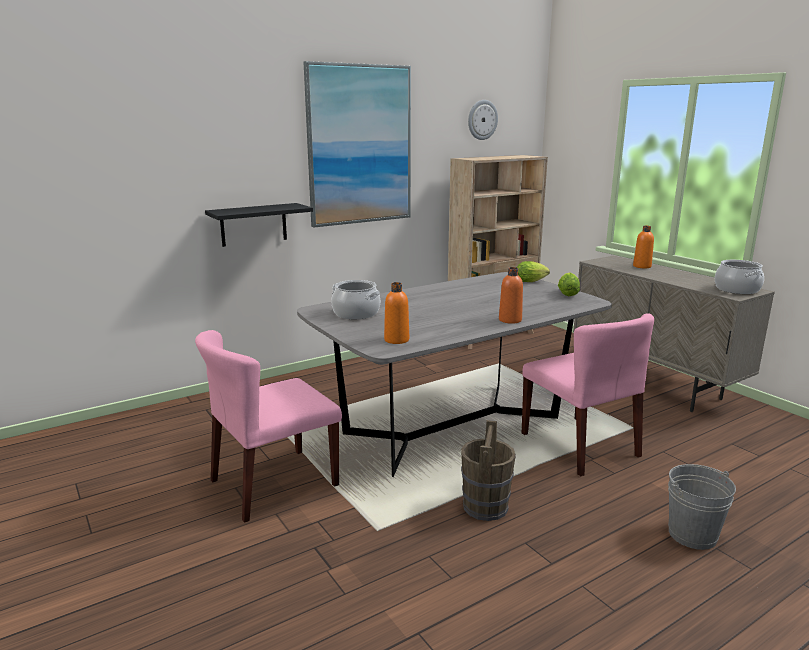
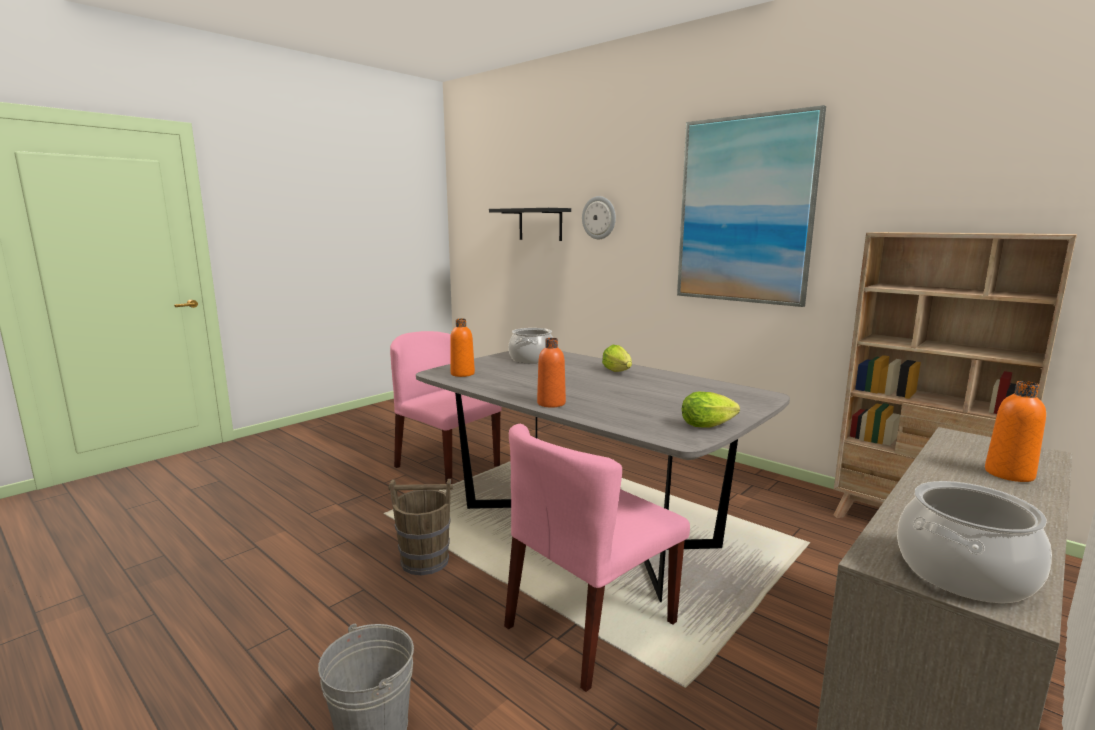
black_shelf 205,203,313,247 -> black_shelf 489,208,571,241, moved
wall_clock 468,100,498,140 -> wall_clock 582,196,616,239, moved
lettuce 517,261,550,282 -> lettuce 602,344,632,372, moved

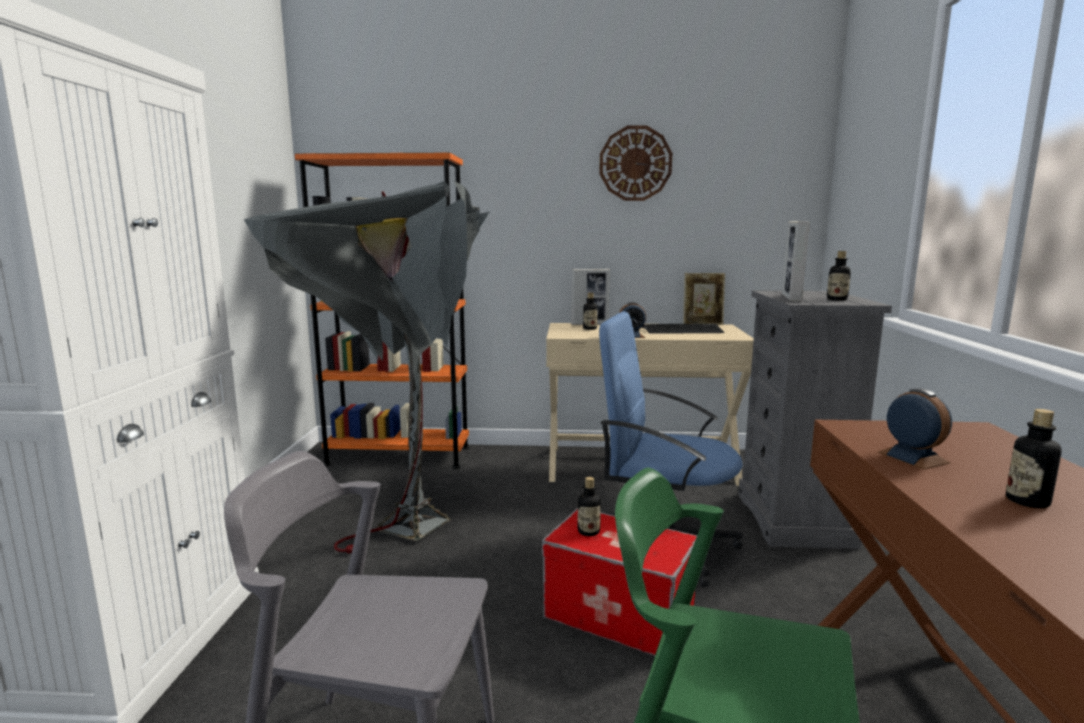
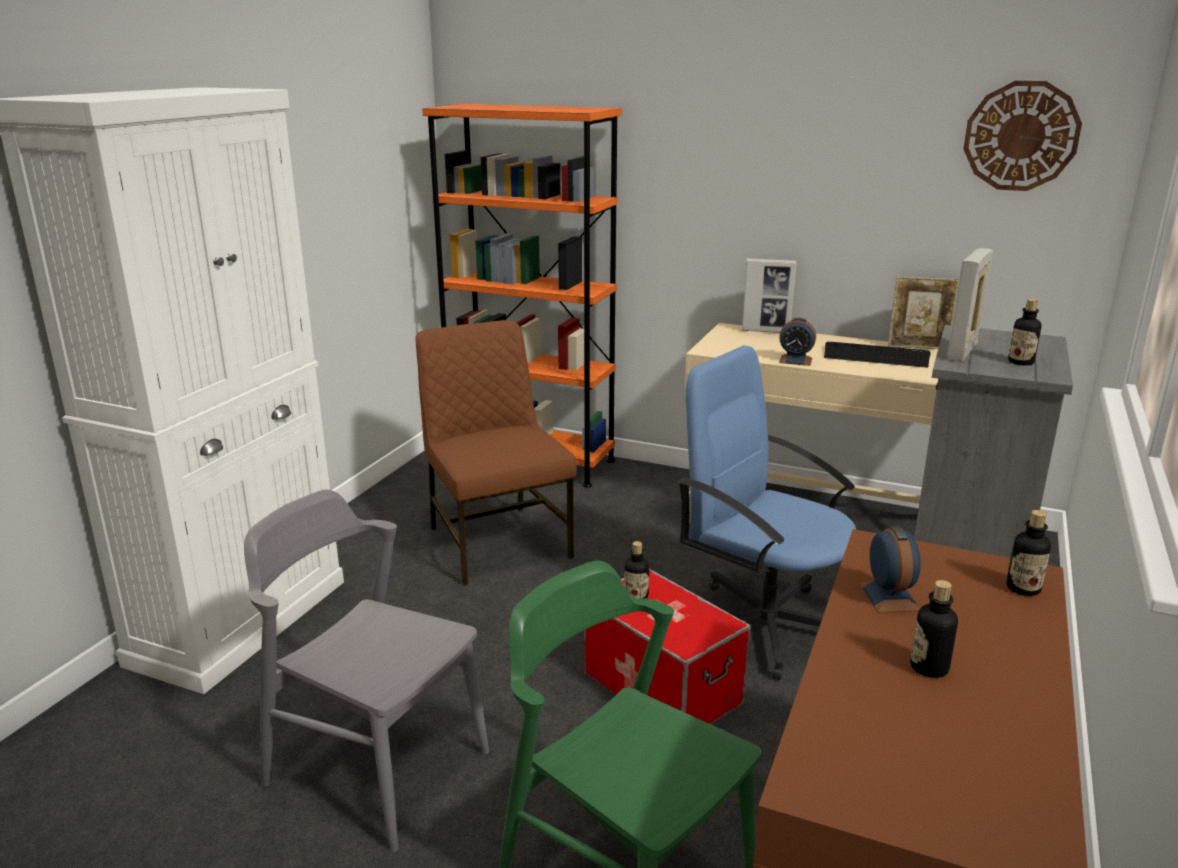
grey_floor_lamp 244,181,489,553 -> brown_chair 415,320,577,585
wall_clock 599,125,672,201 -> wall_clock 963,81,1082,191, moved
bottle 583,293,597,330 -> bottle 1006,510,1051,596, moved

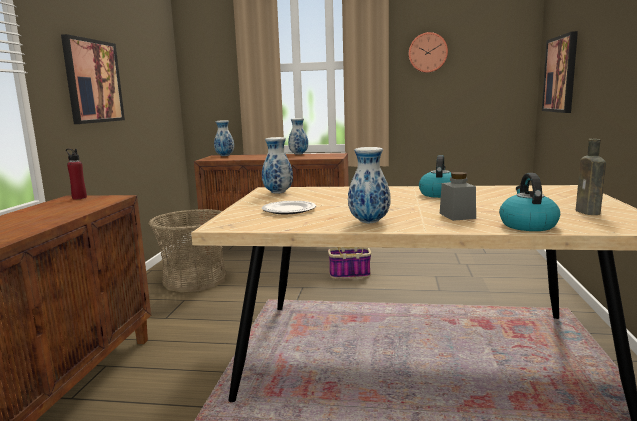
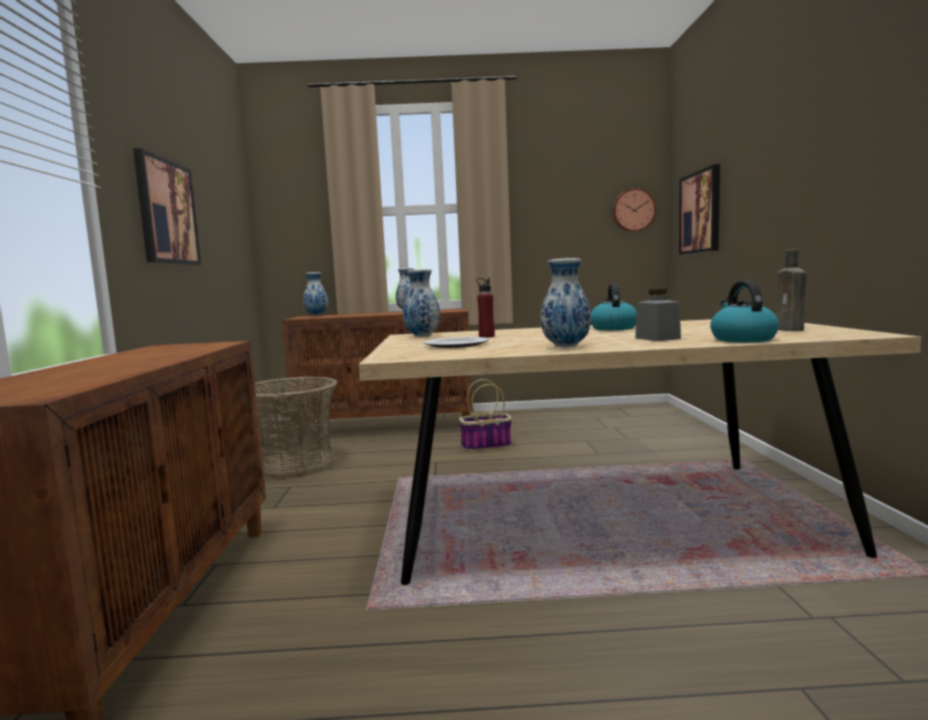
red_bottle 66,149,87,199 -> red_bottle 476,278,495,338, moved
wall_clock 409,32,448,73 -> wall_clock 612,188,656,232, moved

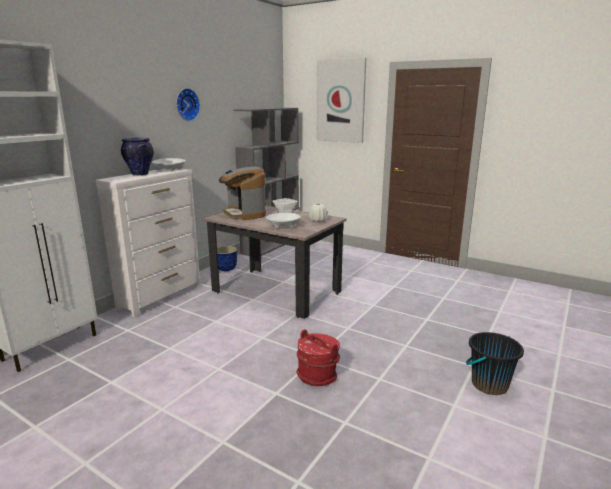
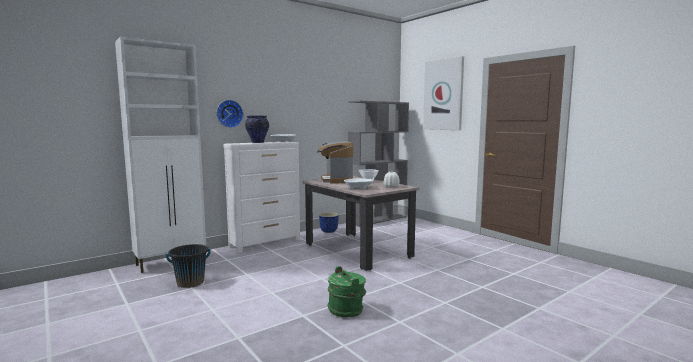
black_bucket 466,332,524,395 -> black_bucket 166,244,211,288, moved
wall_clock 176,88,200,121 -> wall_clock 217,100,243,128, moved
red_bucket 296,329,340,386 -> green_bucket 327,266,366,317

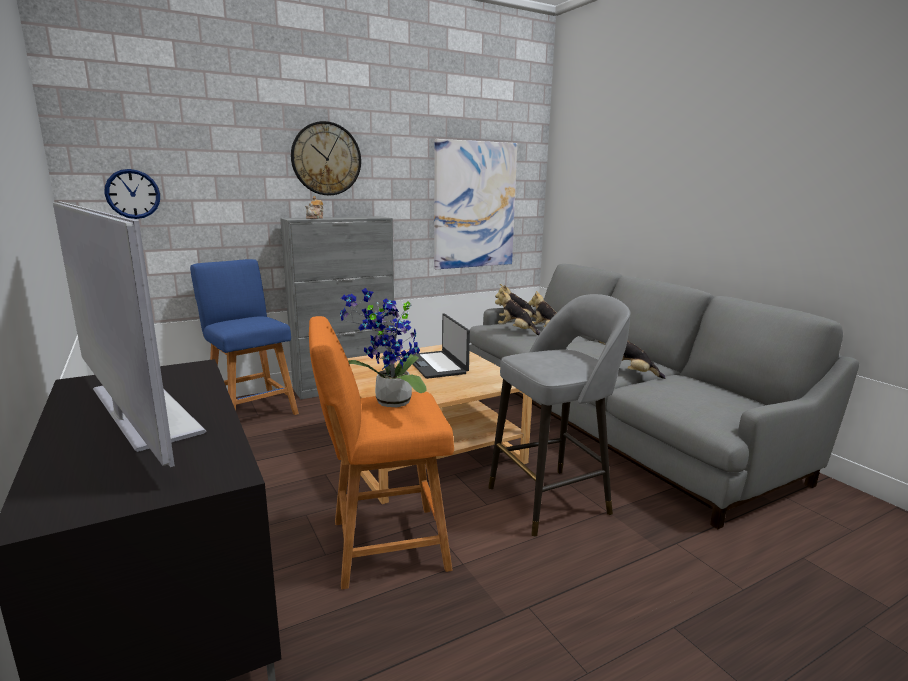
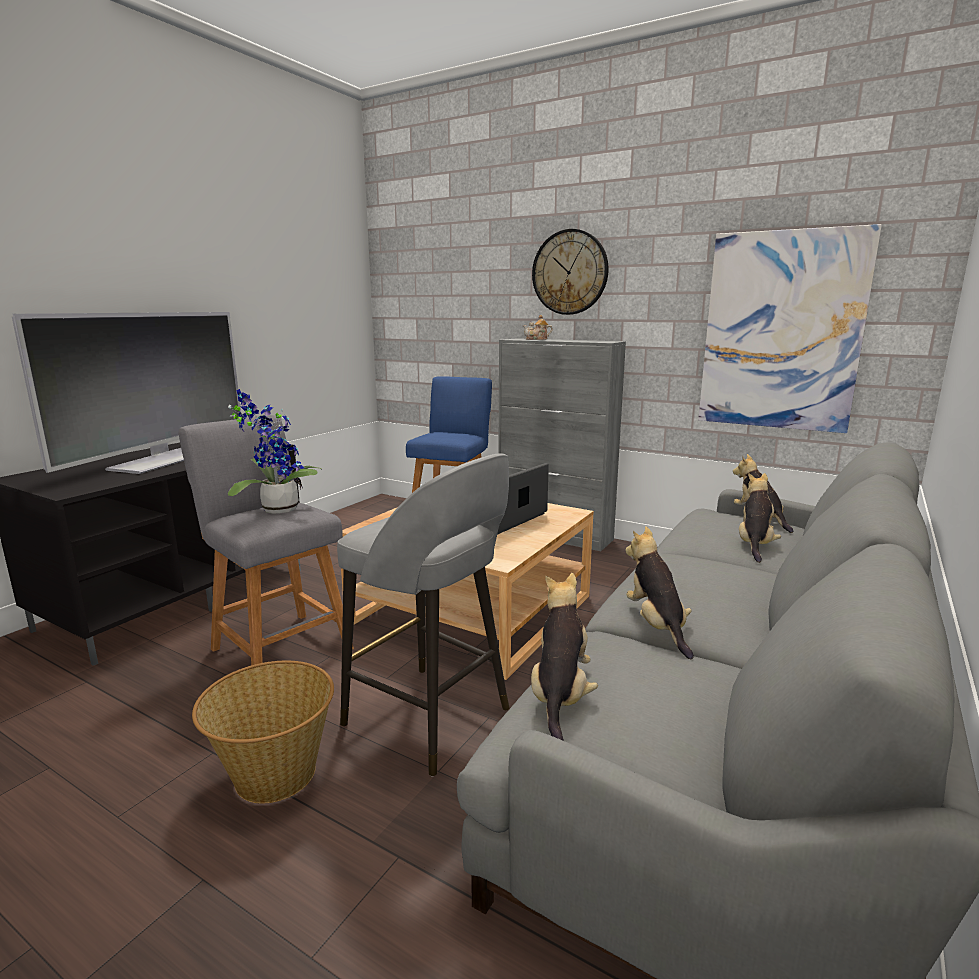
orange_stool 309,316,454,590 -> grey_stool 179,415,354,665
none -> basket 192,661,334,803
plush_toy 495,290,541,335 -> plush_toy 531,573,598,740, moved
wall_clock 105,169,160,219 -> none

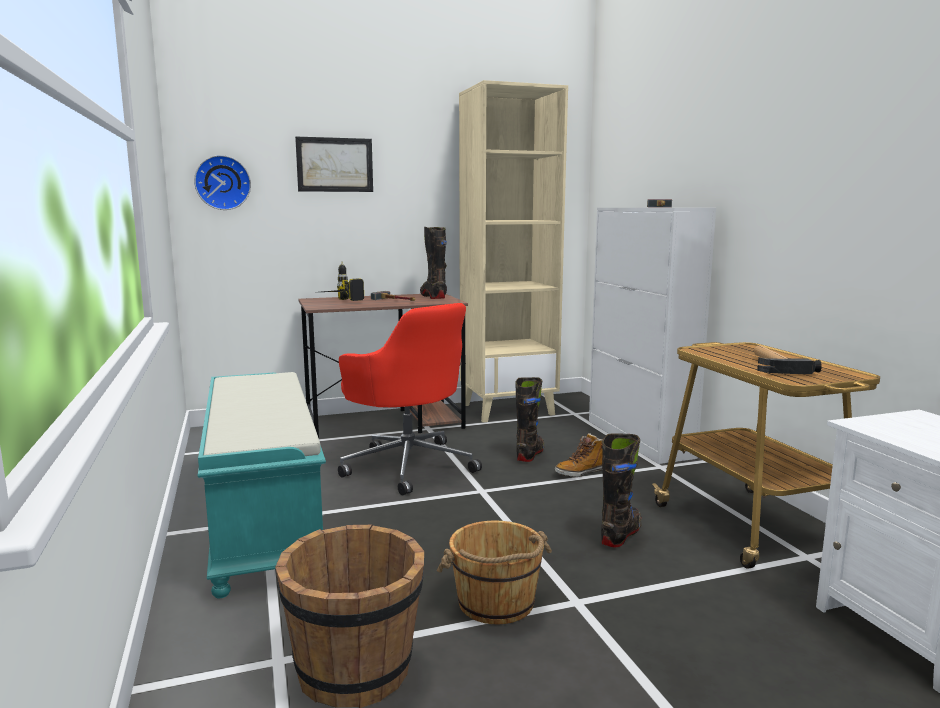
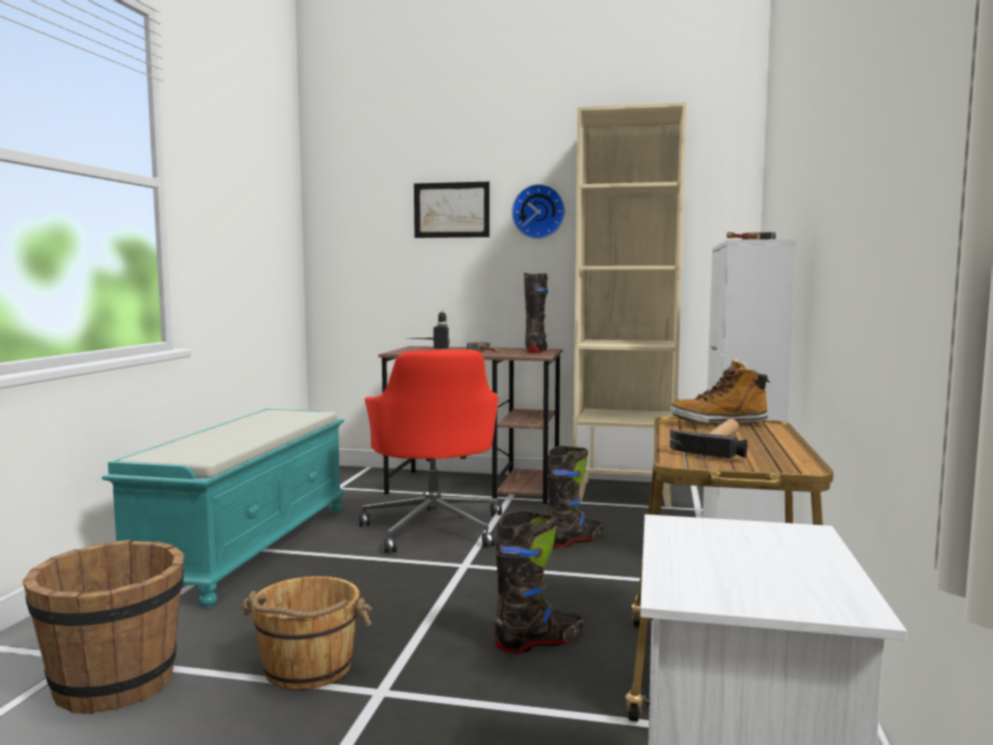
wall_clock 194,155,251,210 -> wall_clock 512,184,565,239, moved
boot 555,433,603,477 -> boot 670,358,771,424, moved

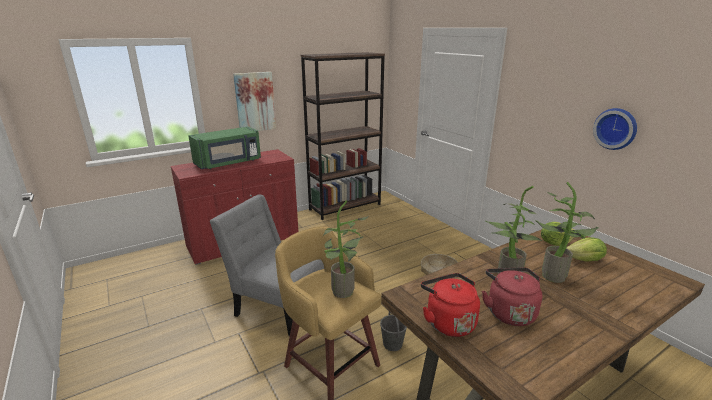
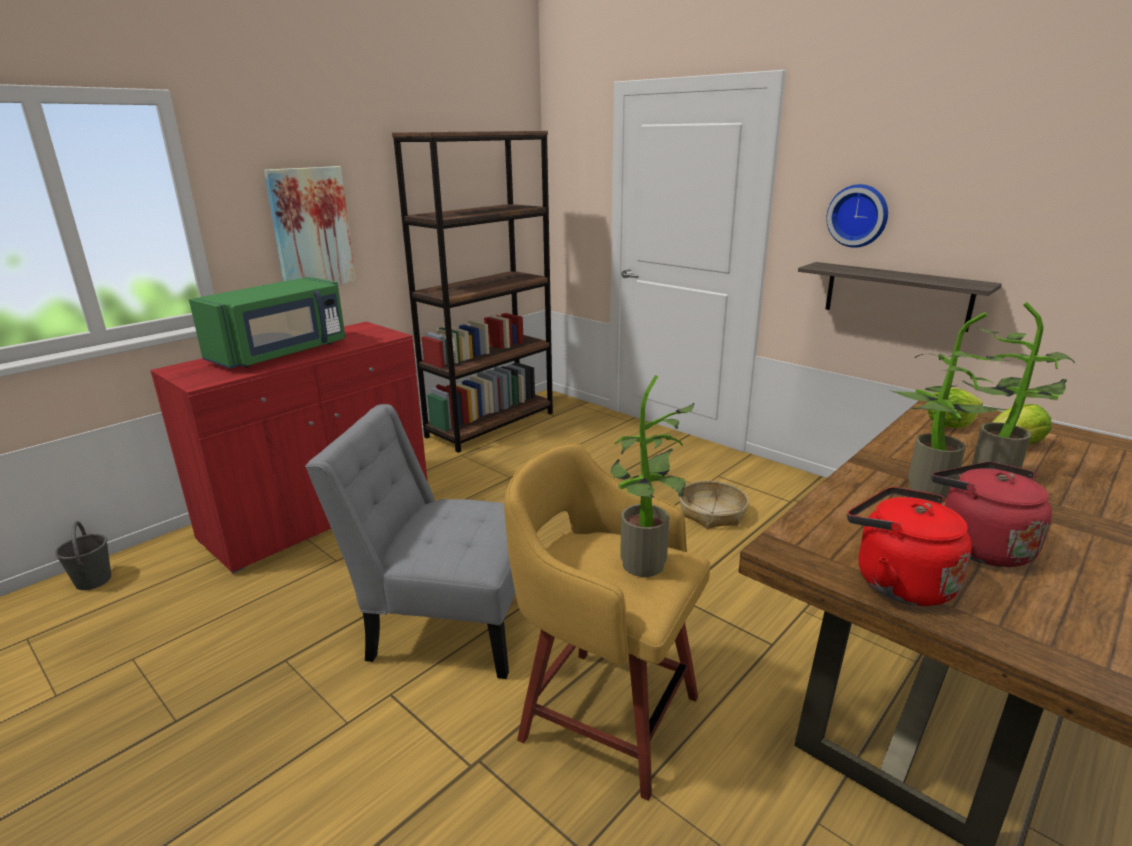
grey_bucket 380,311,407,351 -> grey_bucket 55,521,111,590, moved
none -> shelf 798,262,1002,332
wall_clock 593,108,637,150 -> wall_clock 827,184,888,248, moved

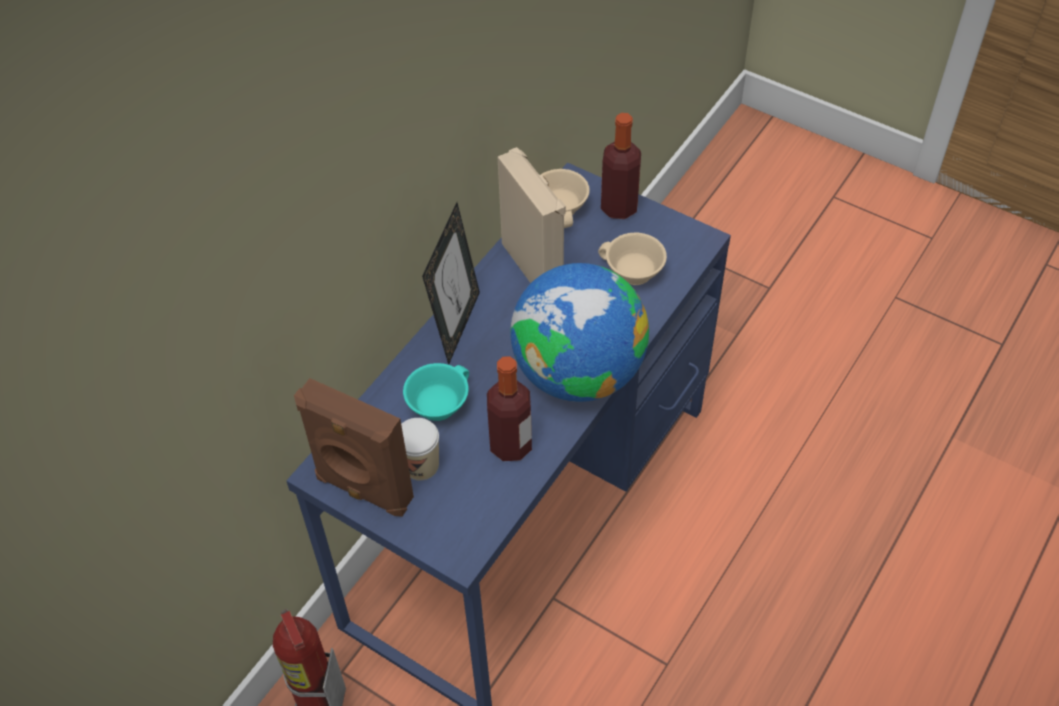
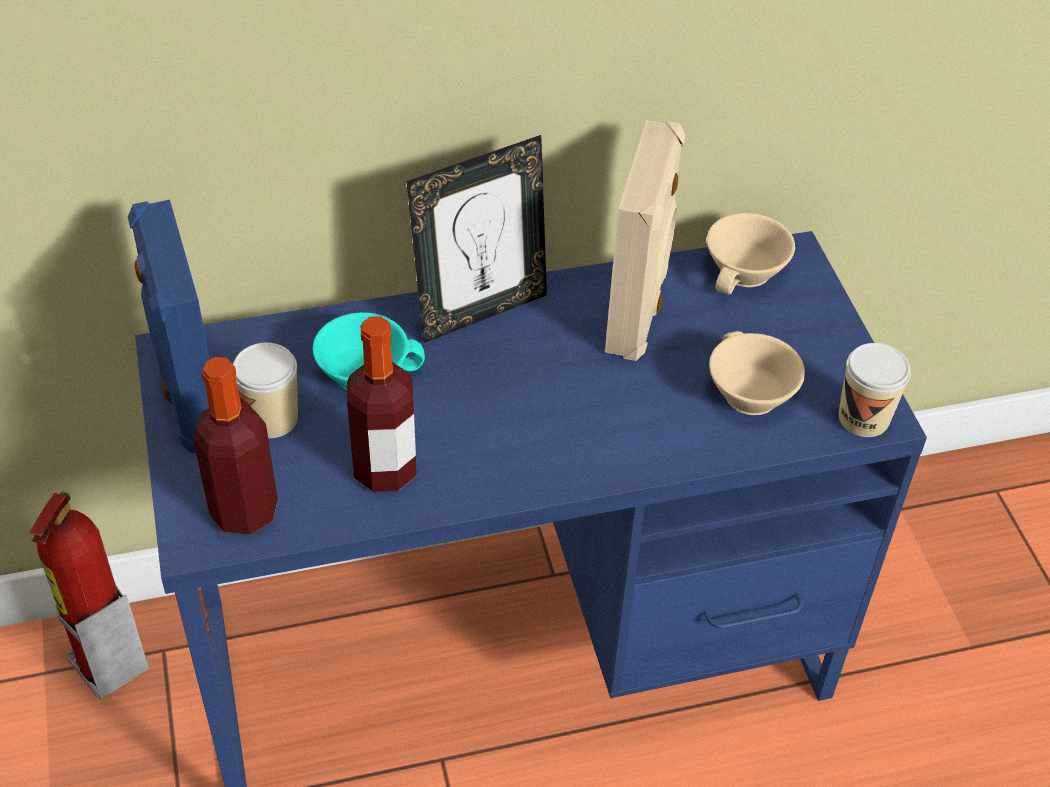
brown_speaker 294,378,414,517 -> blue_speaker 128,200,210,454
bottle 601,113,641,219 -> bottle 193,357,278,535, moved
none -> cup 839,343,911,437
globe 510,263,649,402 -> none

